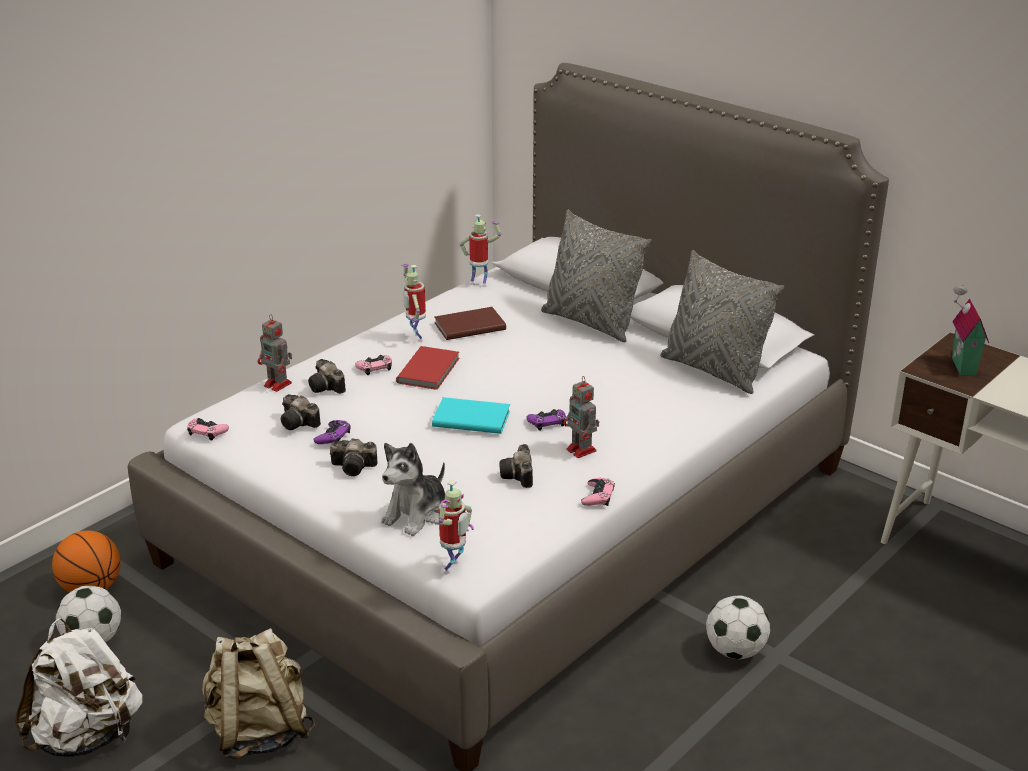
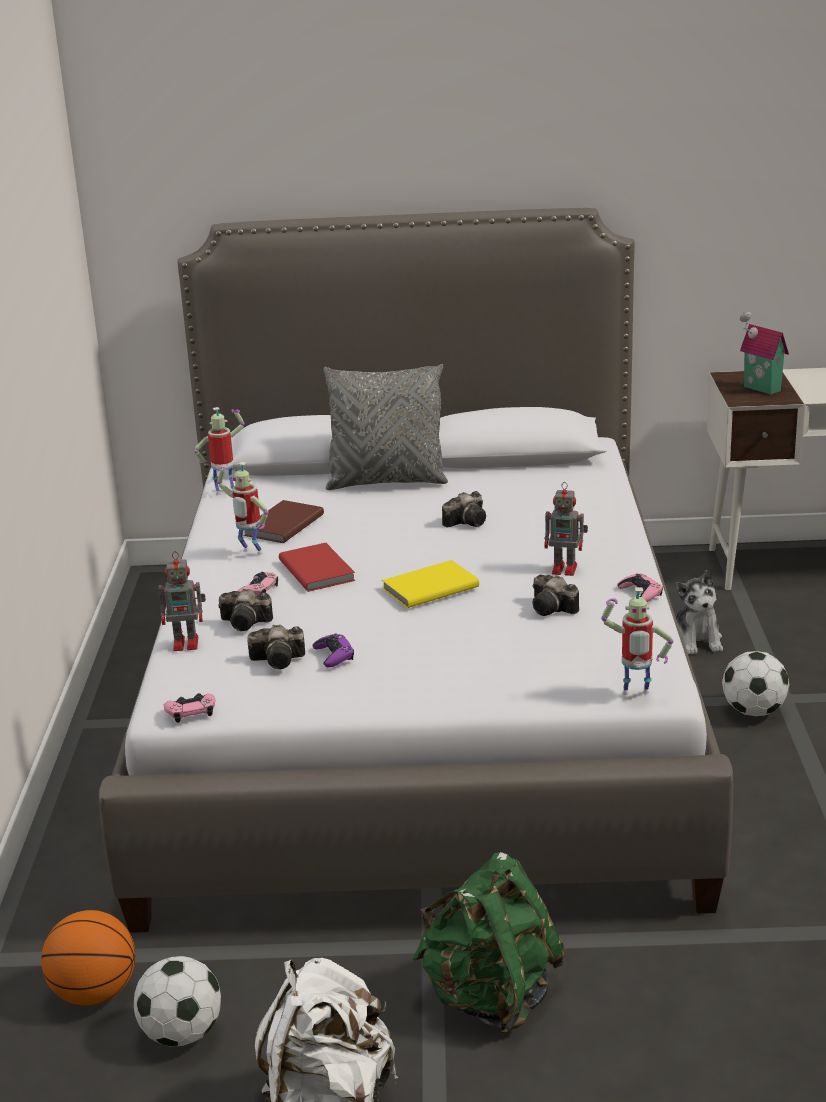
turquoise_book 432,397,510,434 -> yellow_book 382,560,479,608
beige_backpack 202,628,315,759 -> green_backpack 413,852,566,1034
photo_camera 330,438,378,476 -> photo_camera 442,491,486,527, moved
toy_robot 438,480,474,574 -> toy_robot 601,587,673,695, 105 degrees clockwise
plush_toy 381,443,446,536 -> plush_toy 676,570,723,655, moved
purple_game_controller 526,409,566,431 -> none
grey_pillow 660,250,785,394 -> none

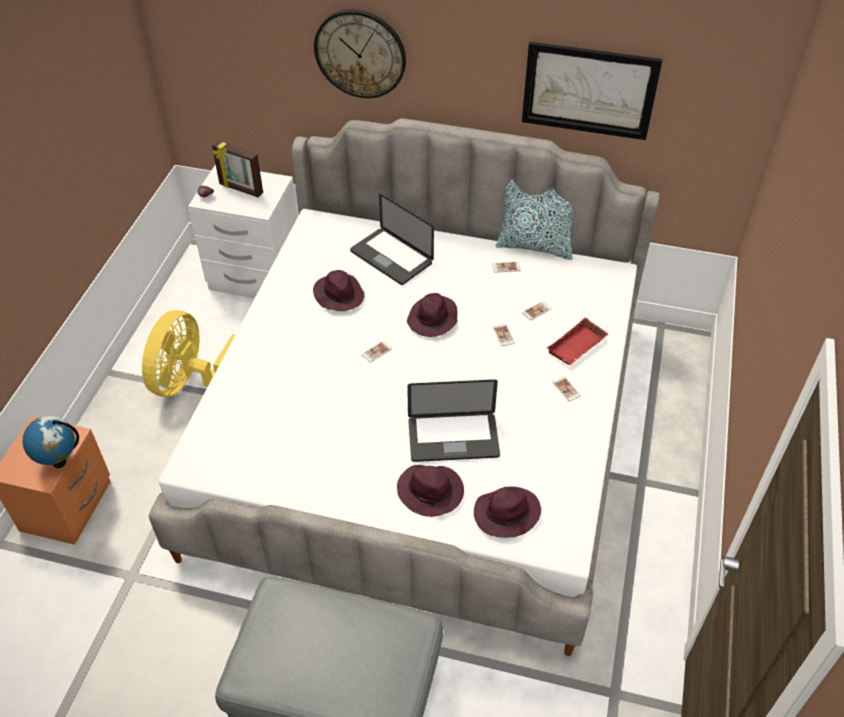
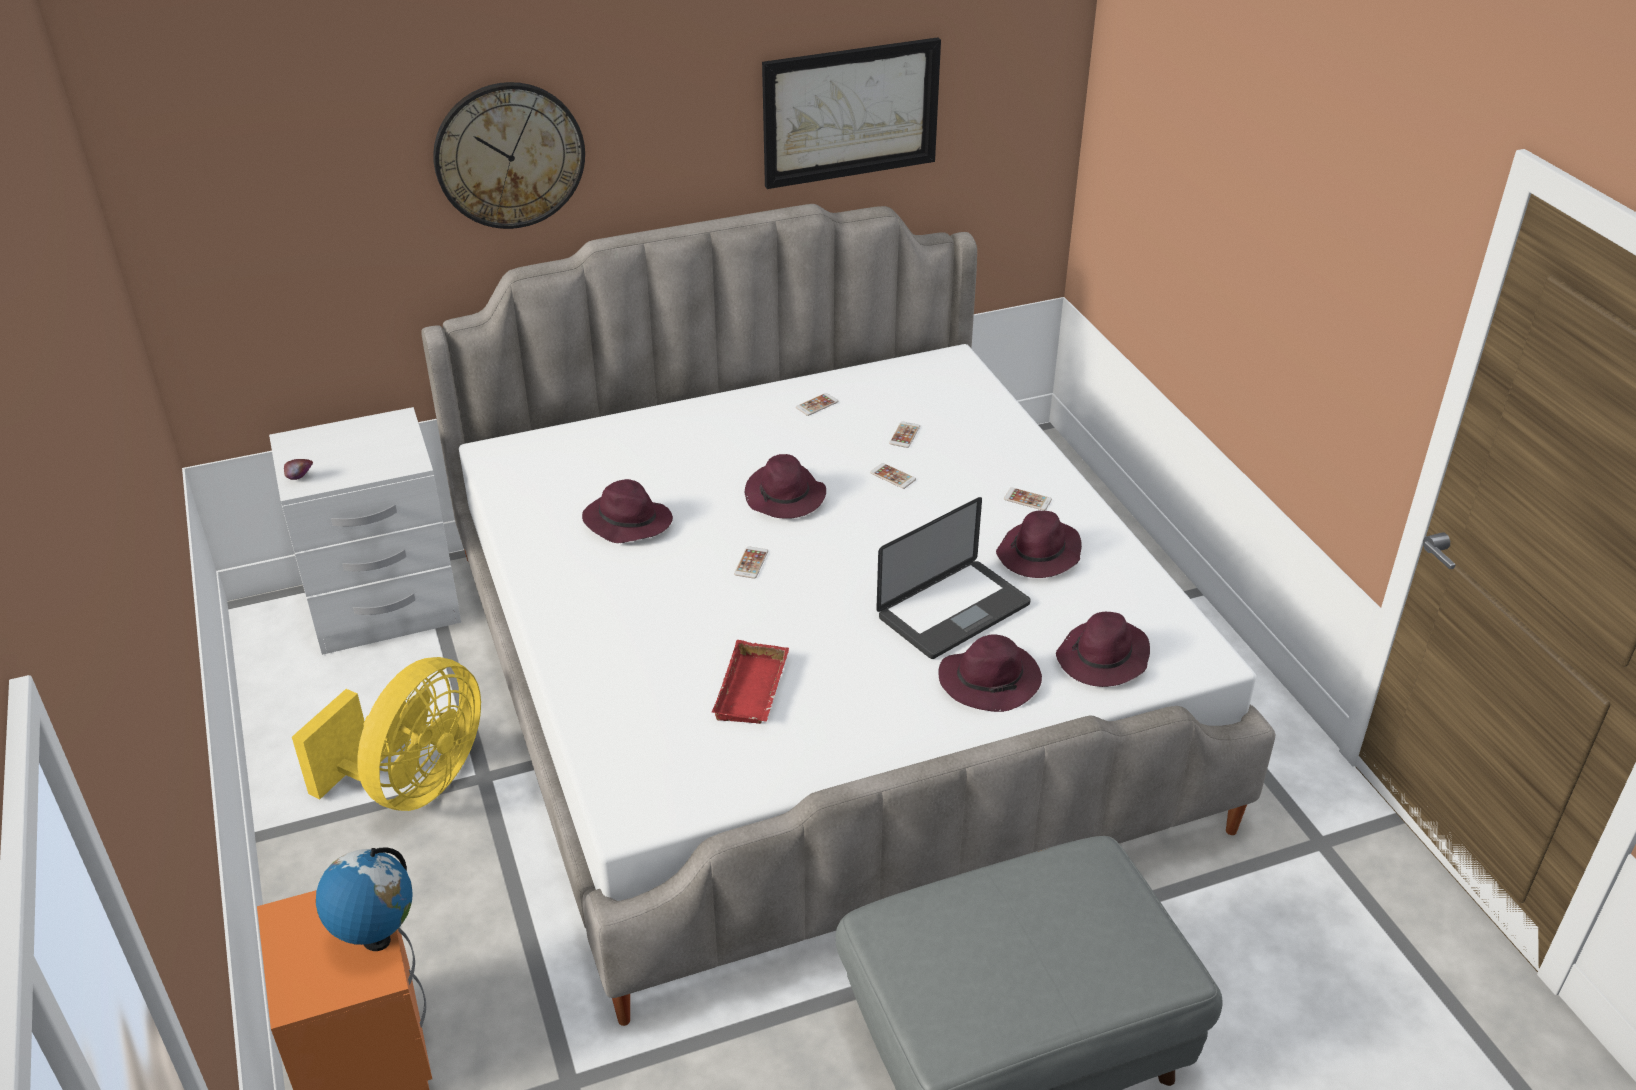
yellow_fan 142,310,235,397 -> yellow_fan 292,657,481,811, 135 degrees counterclockwise
red_tray 547,317,609,365 -> red_tray 712,640,789,724, moved
none -> purple_hat 996,511,1082,578
picture_frame 212,140,263,198 -> none
laptop 350,194,434,285 -> none
pillow 496,179,573,260 -> none

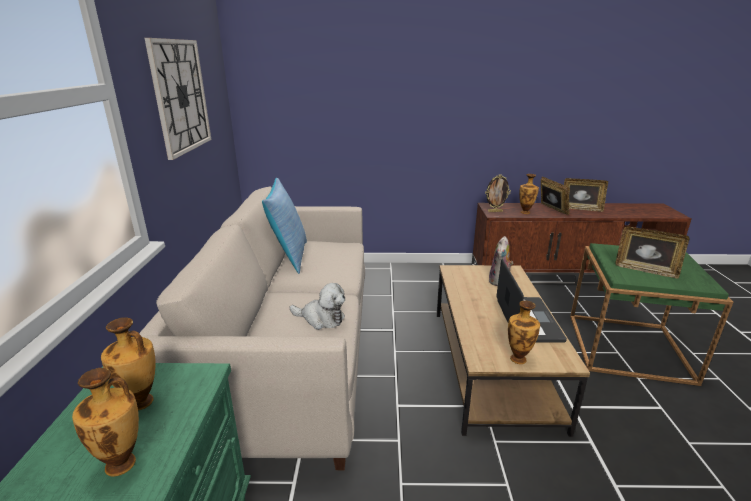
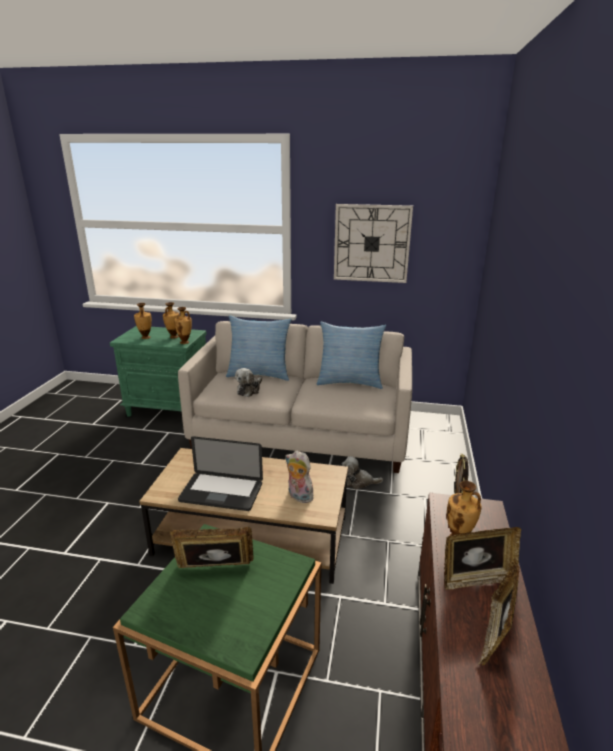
picture_frame 615,226,690,279 -> picture_frame 170,527,254,568, 45 degrees clockwise
vase 508,300,540,364 -> vase 174,307,192,344, moved
none -> pillow 226,315,292,381
none -> plush_toy 341,456,383,490

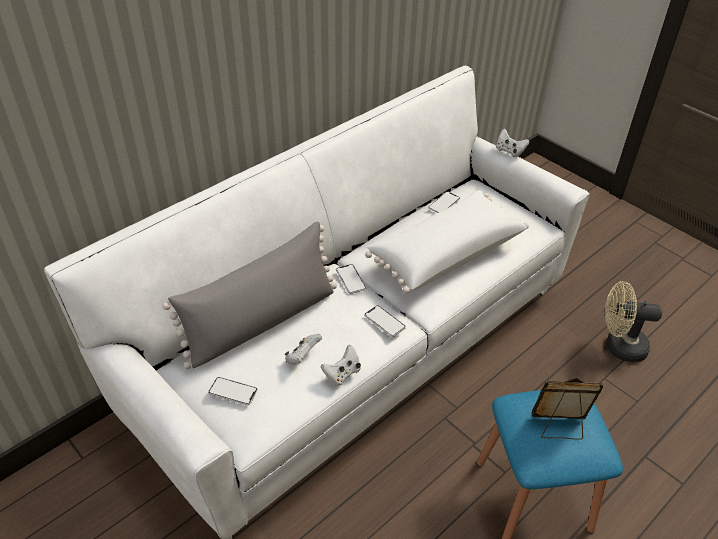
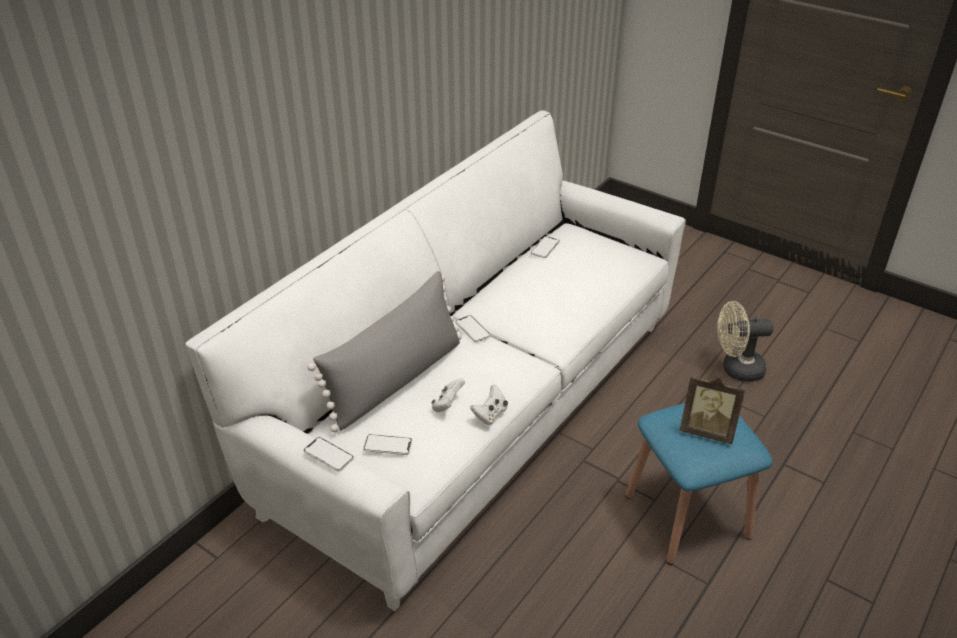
phone 364,305,406,337 -> phone 303,437,354,471, moved
picture_frame 532,378,604,440 -> picture_frame 679,377,746,444, 150 degrees counterclockwise
white_pillow 365,190,529,294 -> none
white_game_controller 496,129,529,157 -> none

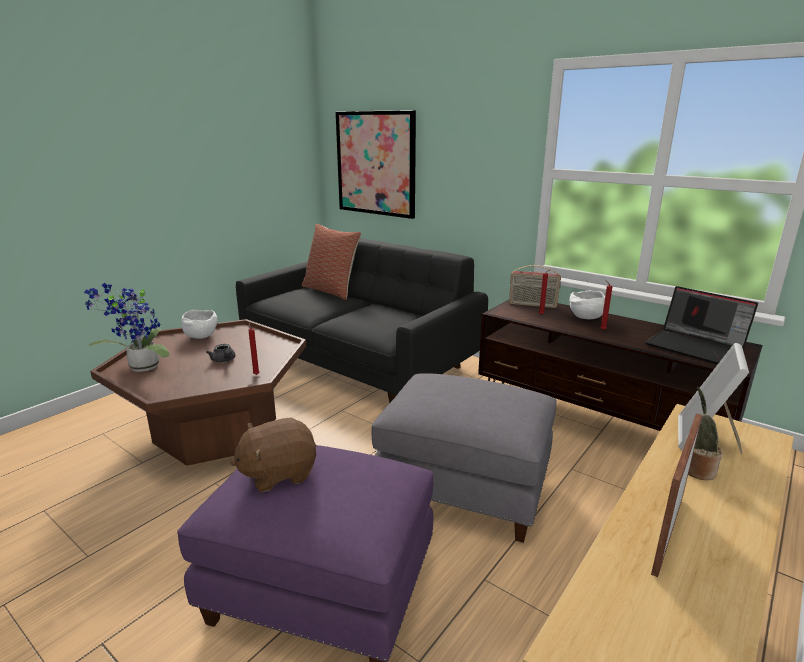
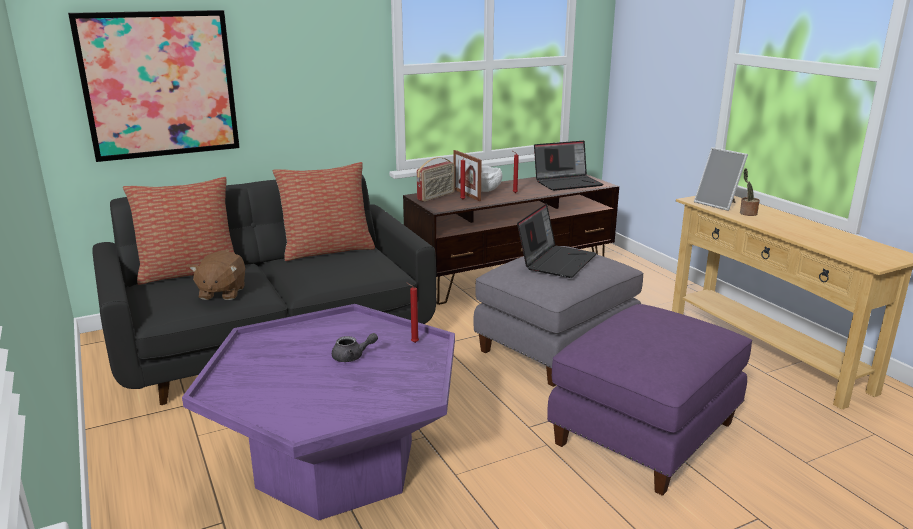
brown_coffee_table 90,319,306,466 -> purple_coffee_table 182,304,455,521
brown_plush_toy 230,418,316,492 -> brown_plush_toy 190,251,245,300, moved
none -> pillow 273,162,375,261
picture_frame 651,413,702,577 -> picture_frame 453,150,482,201, moved
none -> laptop 517,203,597,278
potted_plant 84,283,169,372 -> none
white_bowl 181,310,218,339 -> none

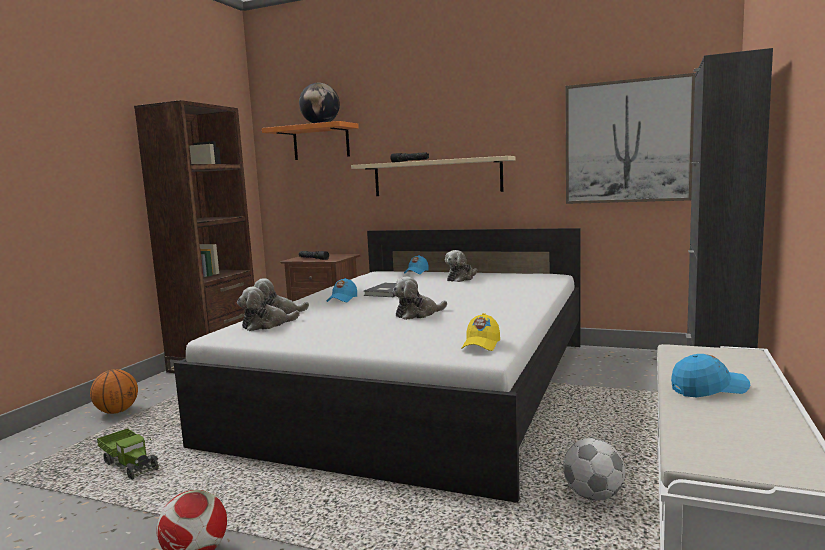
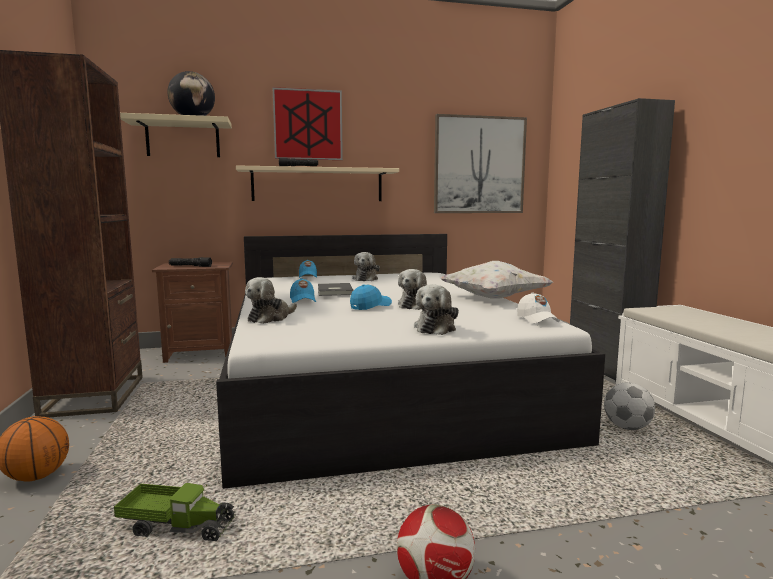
orange_shelf 262,121,359,160 -> beige_shelf 120,113,232,157
none -> picture 273,87,343,160
blue_cap 671,354,750,397 -> blue_cap 350,285,392,310, moved
plush_toy 237,287,300,331 -> plush_toy 414,284,459,335, moved
none -> white_pillow 440,261,553,299
yellow_cap 461,313,500,351 -> white_cap 517,292,560,324

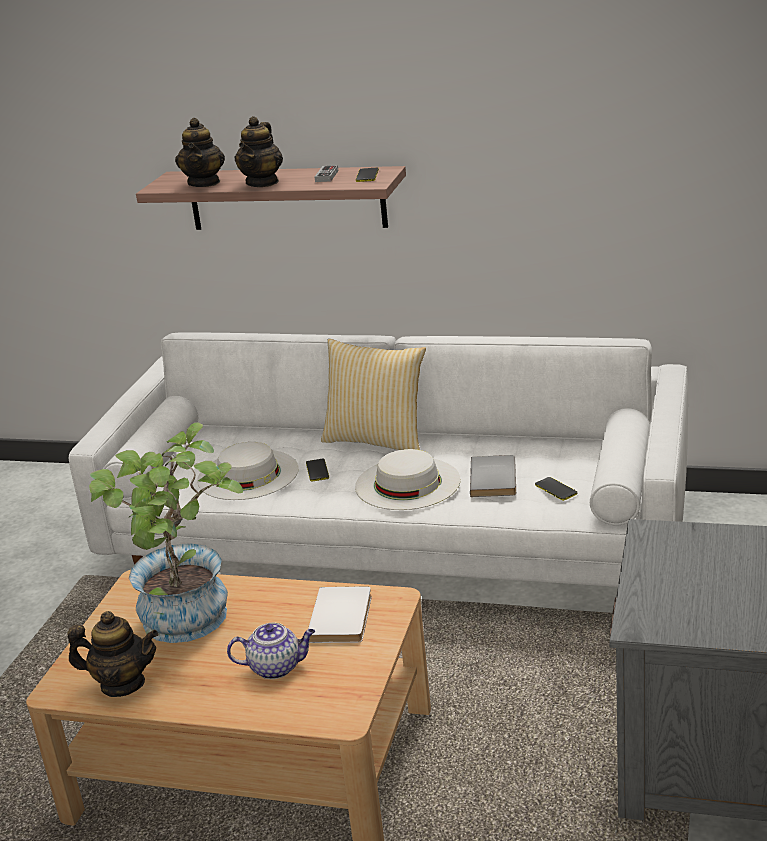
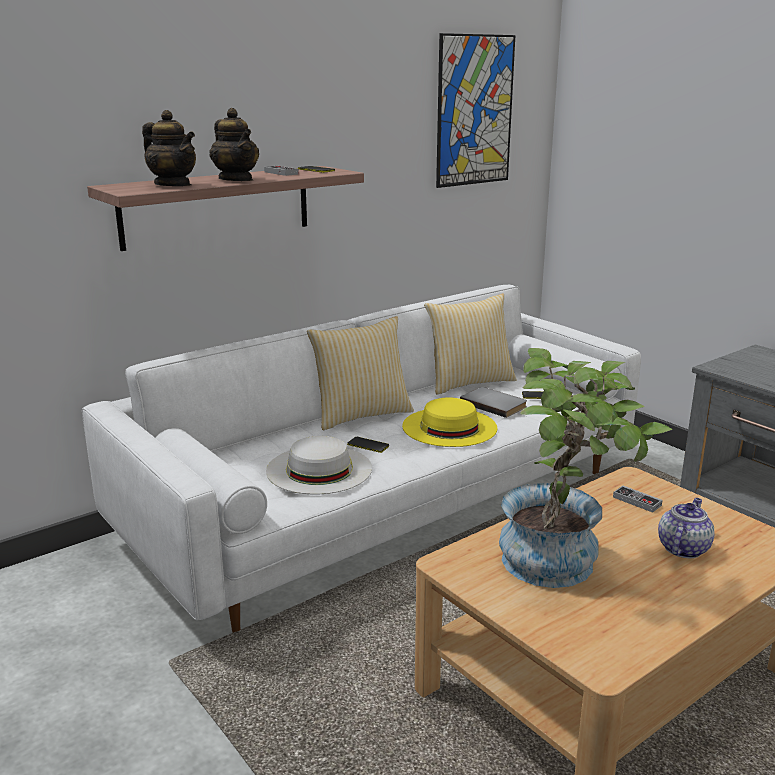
white_hat 355,449,460,510 -> yellow_hat 402,397,497,447
none -> pillow 424,293,517,395
none -> picture 436,33,515,188
white_book 308,586,372,643 -> game_controller 613,486,663,513
teapot 67,611,158,697 -> none

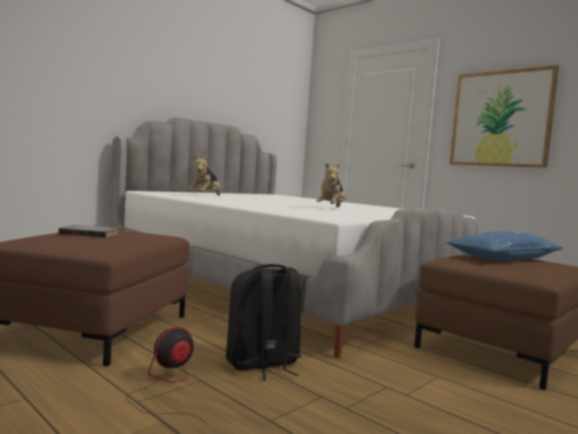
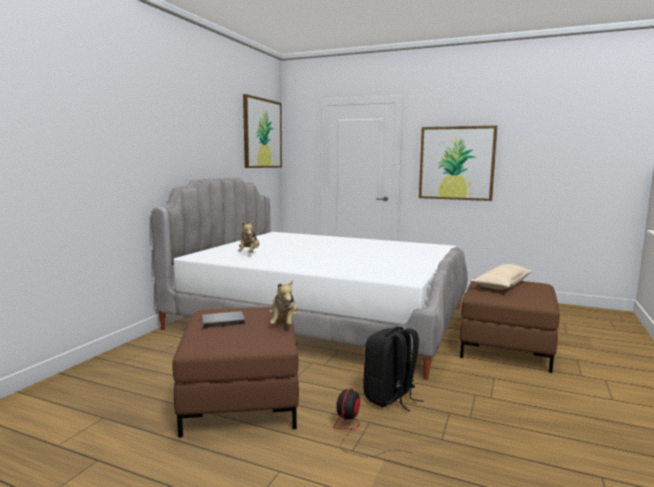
none -> picture 243,94,282,168
plush_toy 316,163,346,207 -> plush_toy 269,280,298,325, moved
blue_pillow 446,231,563,261 -> beige_pillow 470,264,533,290

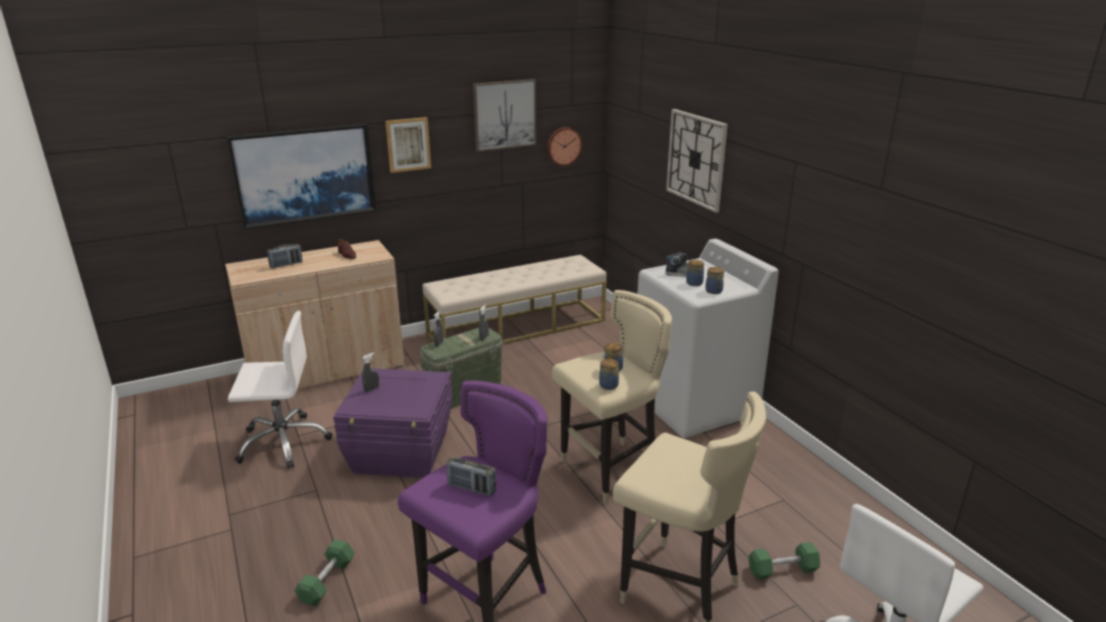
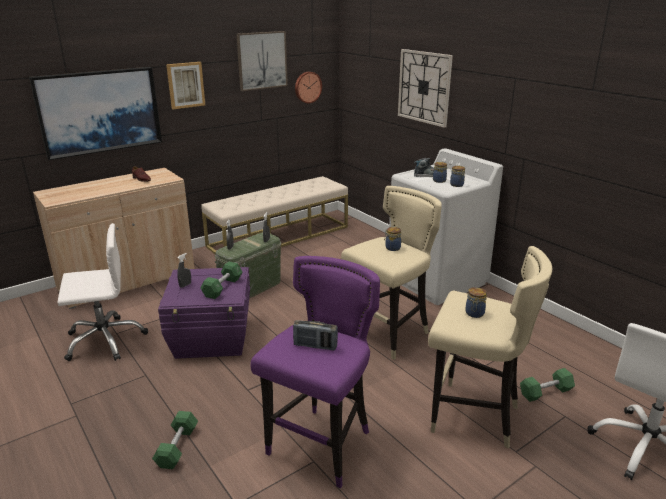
none -> green_dumbbell 200,262,242,299
jar 599,359,619,390 -> jar 465,287,487,318, moved
radio 267,244,303,268 -> none

